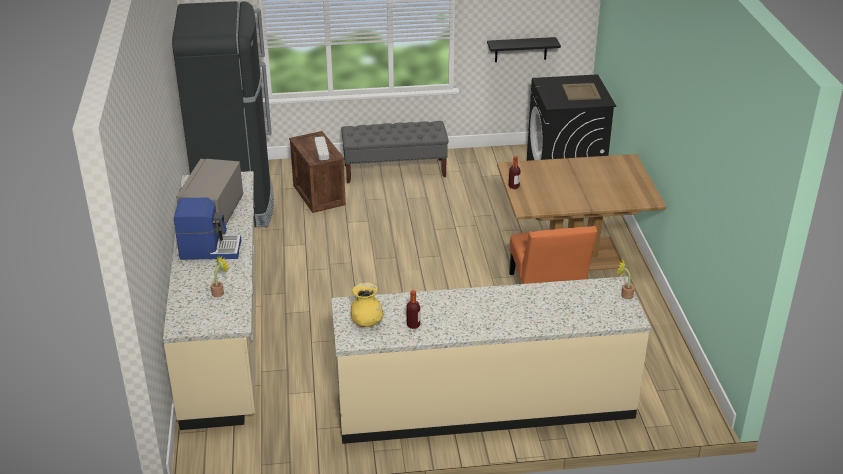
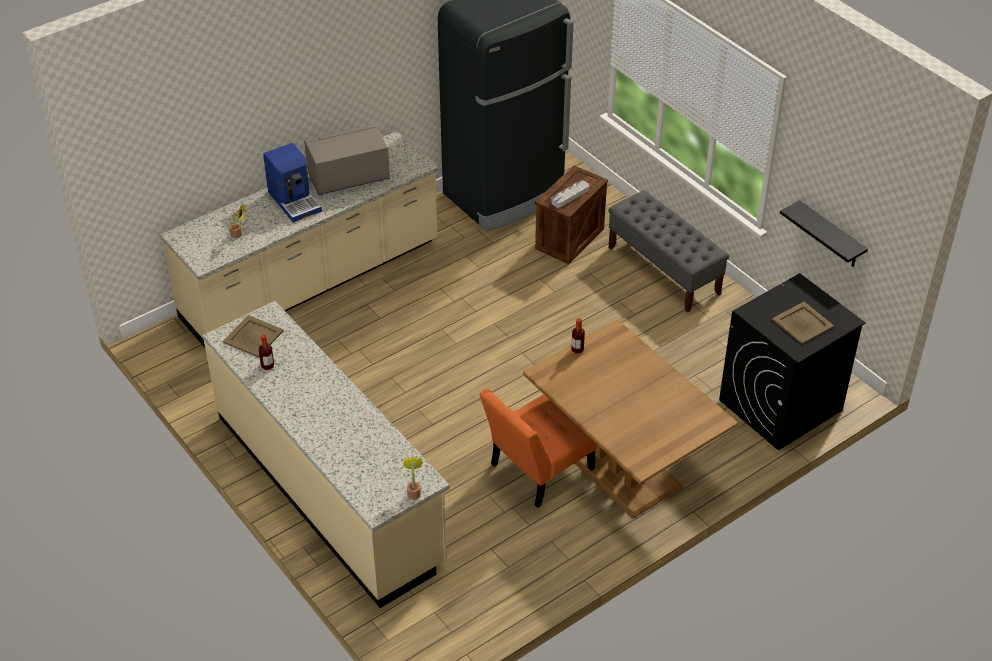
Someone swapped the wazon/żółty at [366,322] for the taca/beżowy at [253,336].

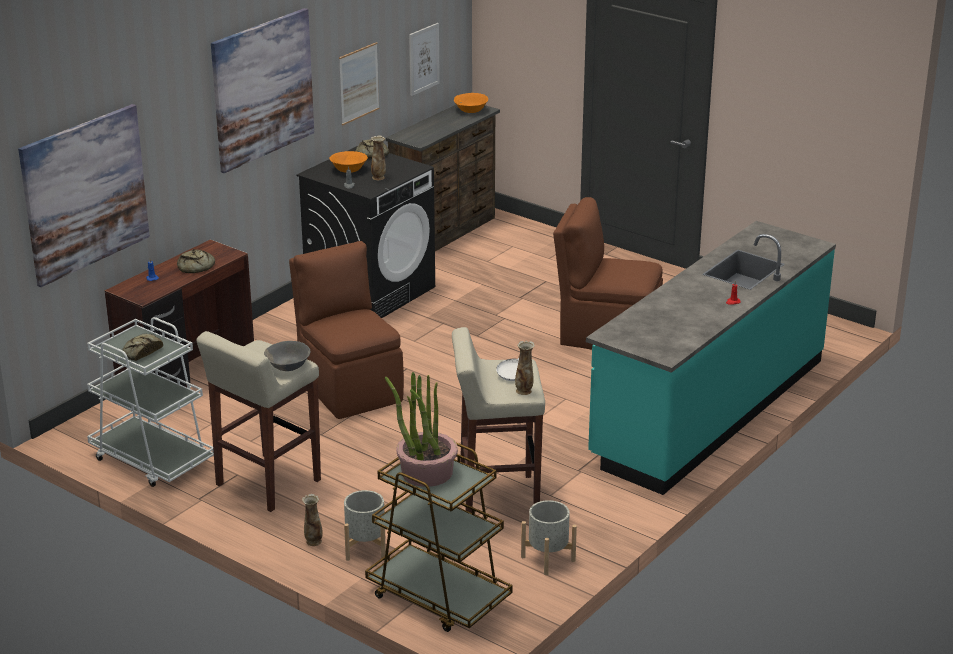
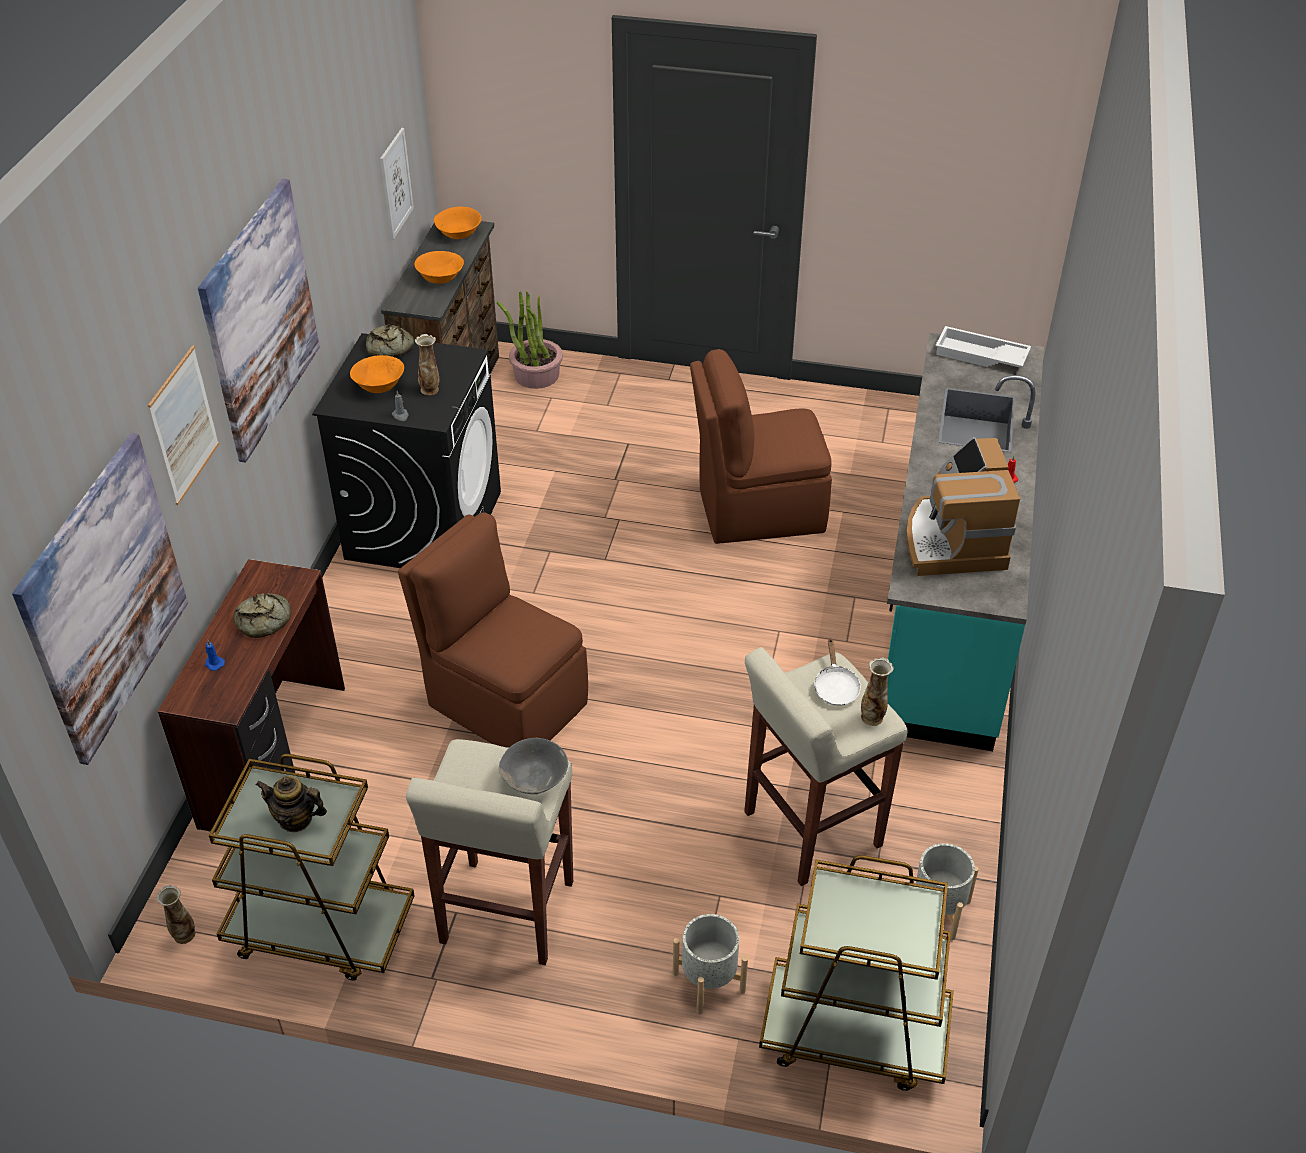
Someone carried the obraz from [359,83] to [184,425]. Someone carried the wazon from [313,542] to [184,935]. Someone repainted the wózek/biały at [152,459], which became the wózek/brązowy at [319,928]. Someone swapped the chleb at [141,352] for the imbryk at [296,819]. Someone put down the miska/pomarańczowy at [440,278]. Someone carried the roślina doniczkowa from [426,472] to [536,375]. Someone put down the ekspres do kawy at [953,541]. Someone put down the taca/biały at [980,356].

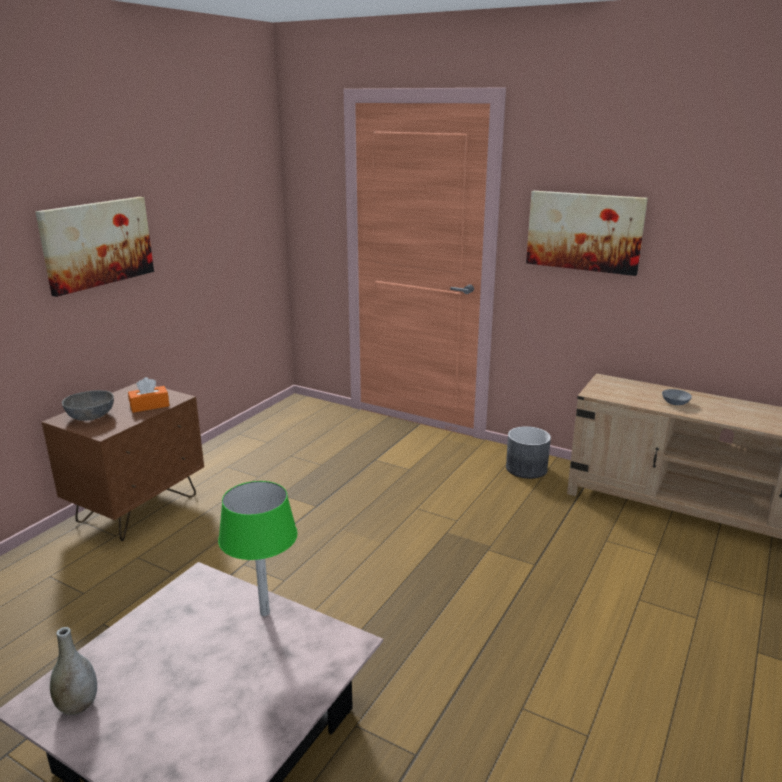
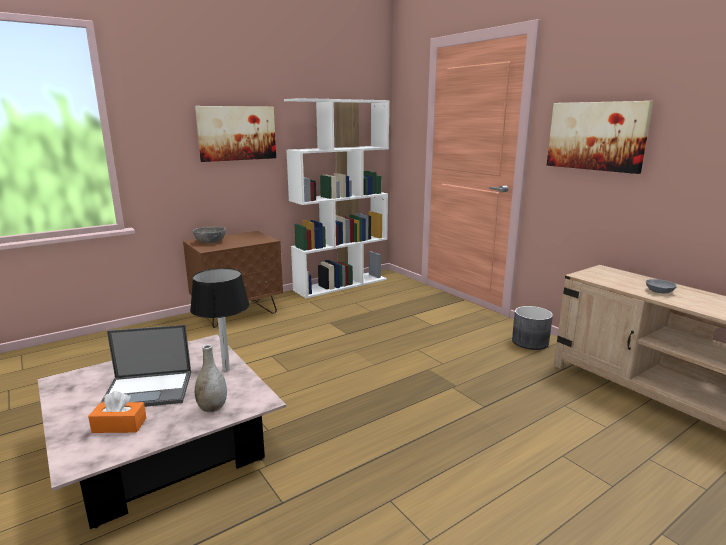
Someone carried the pudełko chusteczek/pomarańczowy from [149,406] to [119,425]. Someone put down the laptop at [149,390]. Someone repainted the lampa stołowa/zielony at [265,612], which became the lampa stołowa/czarny at [226,369]. Someone carried the wazon/szary from [78,705] to [212,408]. Someone put down the regał/biały at [341,284].

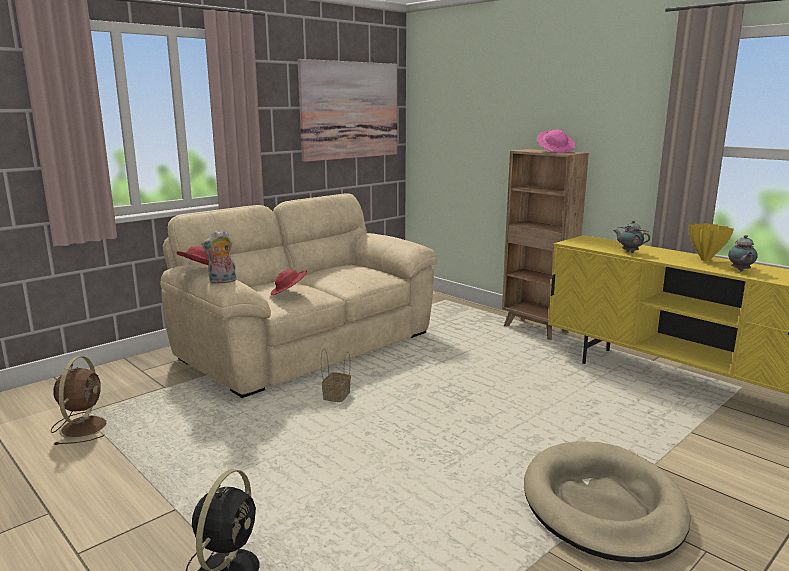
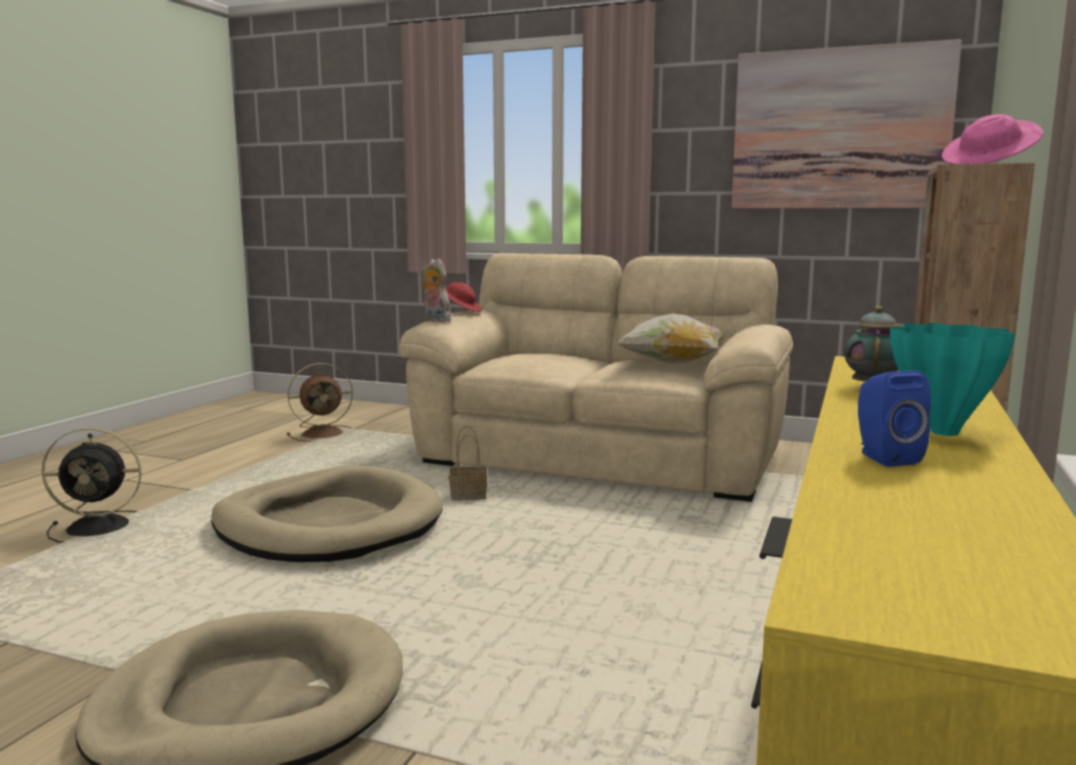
Someone put down the legowisko/beżowy at [328,524]. Someone put down the poduszka at [672,363]. Someone swapped the imbryk at [740,271] for the głośnik/niebieski at [884,457]. Someone repainted the wazon/żółty at [704,260], which became the wazon/turkusowy at [943,432]. Someone took away the kapelusz/czerwony at [289,293].

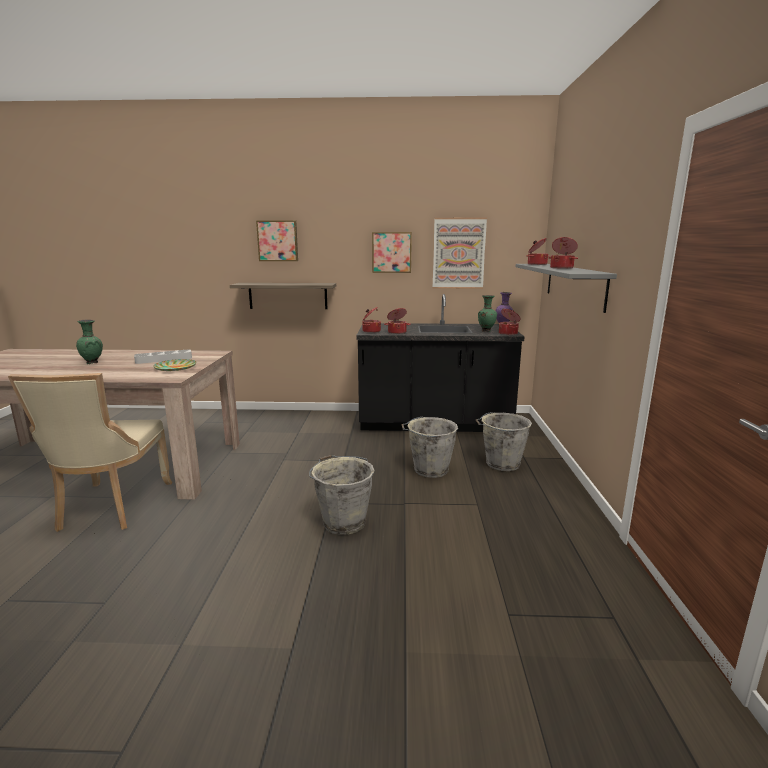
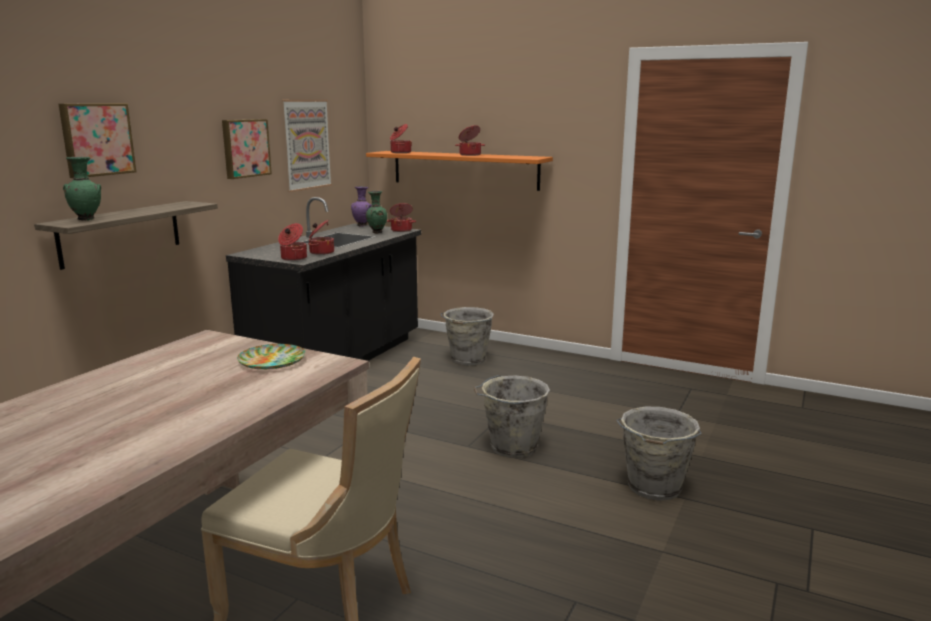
Someone carried the wazon/zielony from [93,363] to [87,219]. Someone repainted the półka/szary at [574,284], which became the półka/pomarańczowy at [464,170]. Someone carried the wiadro/szary from [429,469] to [654,488]. Someone took away the taca/szary at [164,359].

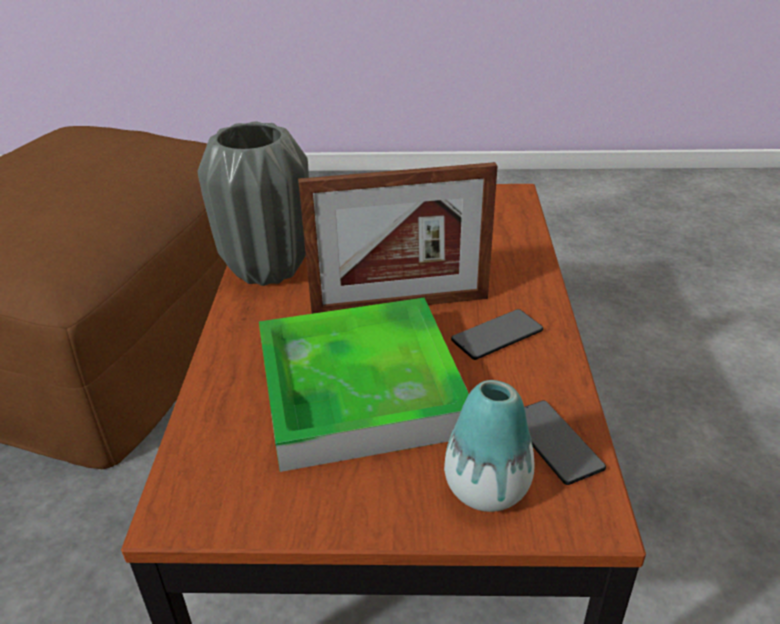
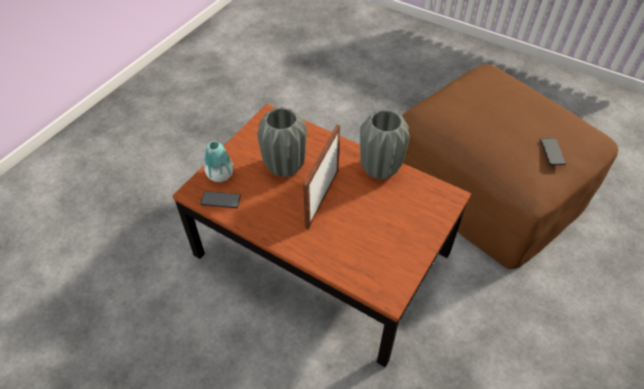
Someone swapped the taca at [360,389] for the wazon/szary at [284,166]. Someone carried the telefon from [497,336] to [552,152].

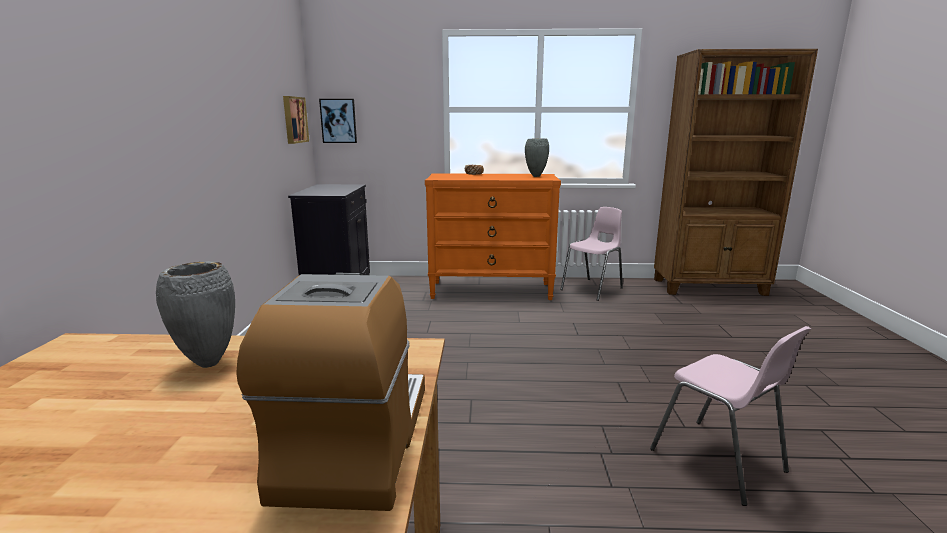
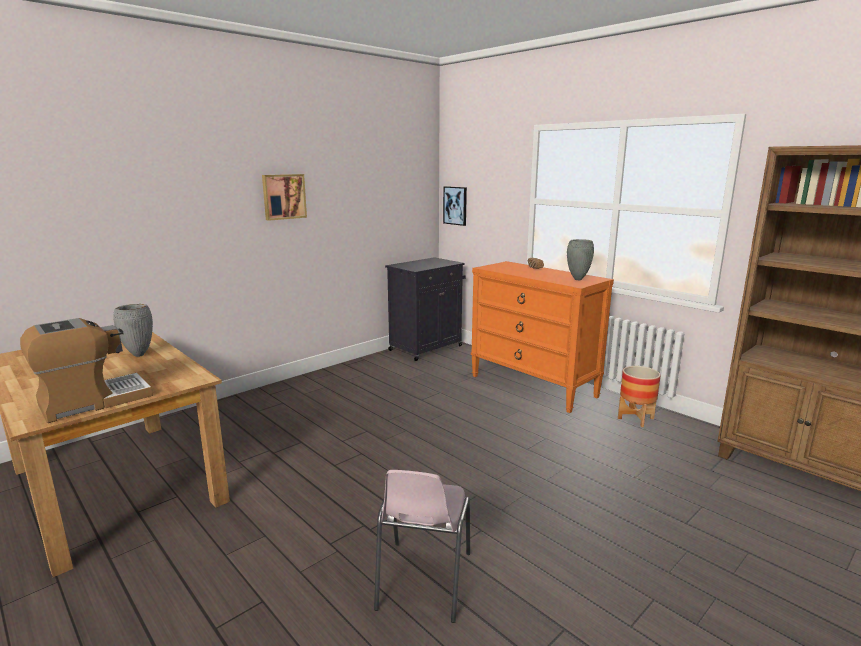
Someone carried the obraz from [294,120] to [283,196]. Someone swapped the krzesło/różowy at [593,289] for the donica at [635,418].

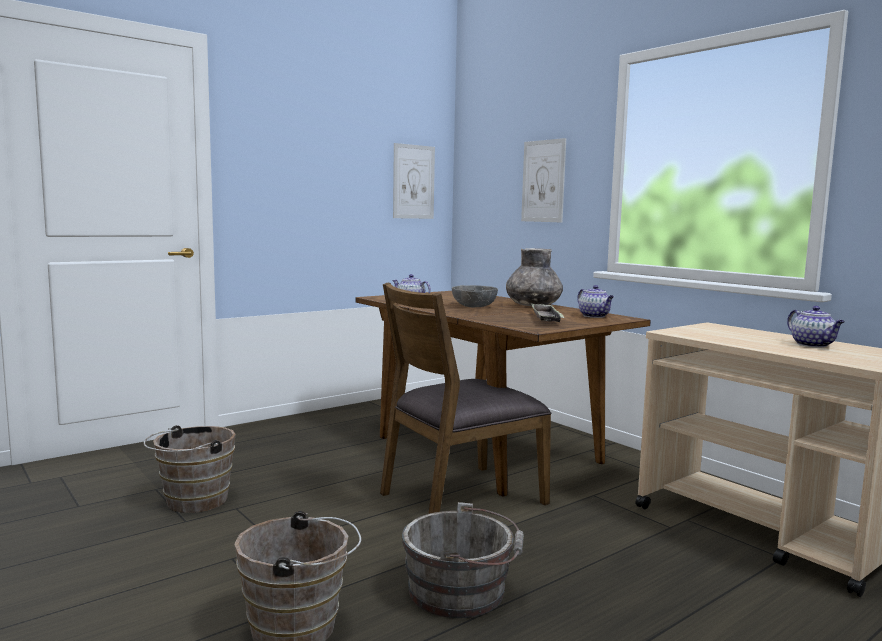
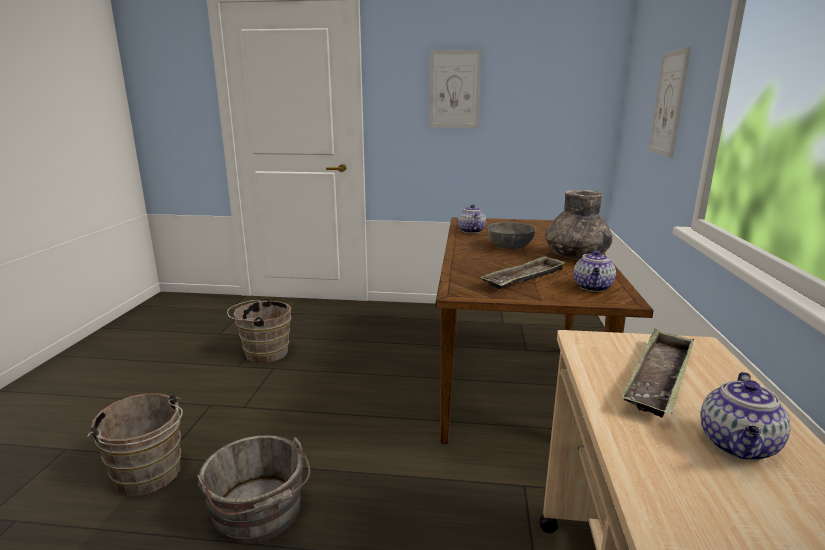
Someone carried the obraz from [413,182] to [454,89]. Someone put down the taca at [659,378]. Someone took away the krzesło/brązowy at [460,497].

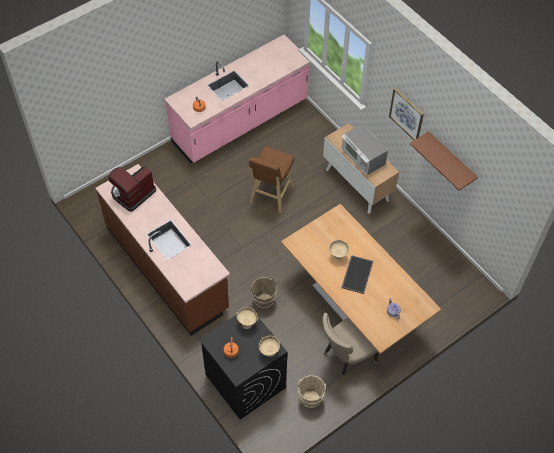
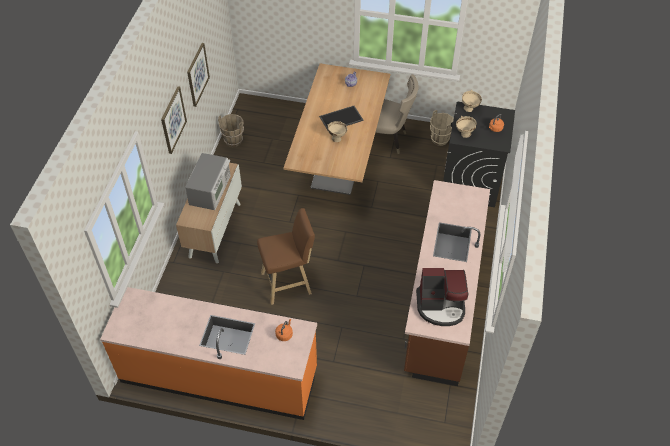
Someone repainted the zabudowa kuchenna/różowy at [240,122], which became the zabudowa kuchenna/pomarańczowy at [219,375]. Someone swapped the półka/brązowy at [451,159] for the obraz at [197,74]. Someone carried the wiadro/brązowy from [264,301] to [233,140].

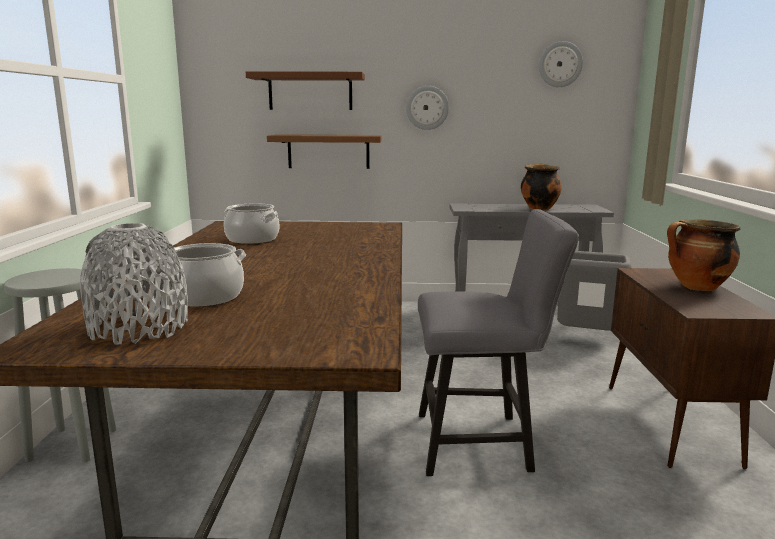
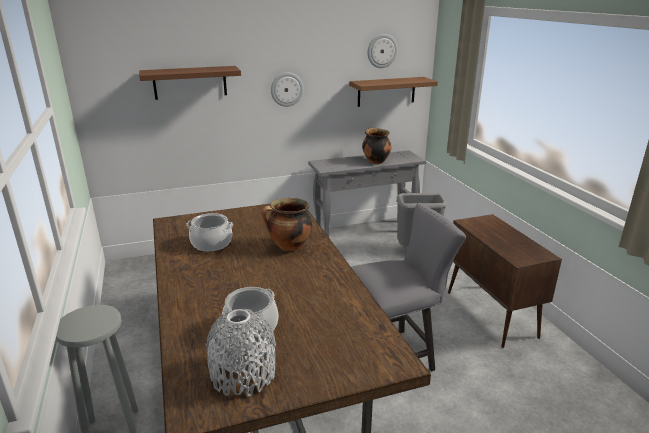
Someone carried the garnek from [697,287] to [289,247]. Someone carried the półka/brązowy from [328,151] to [386,91].

